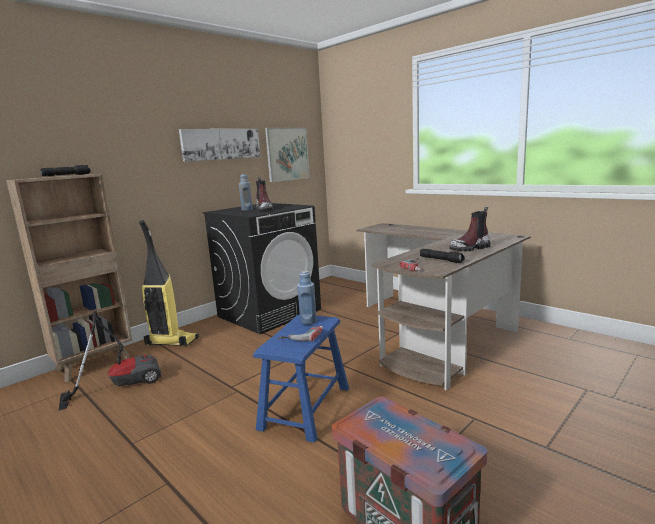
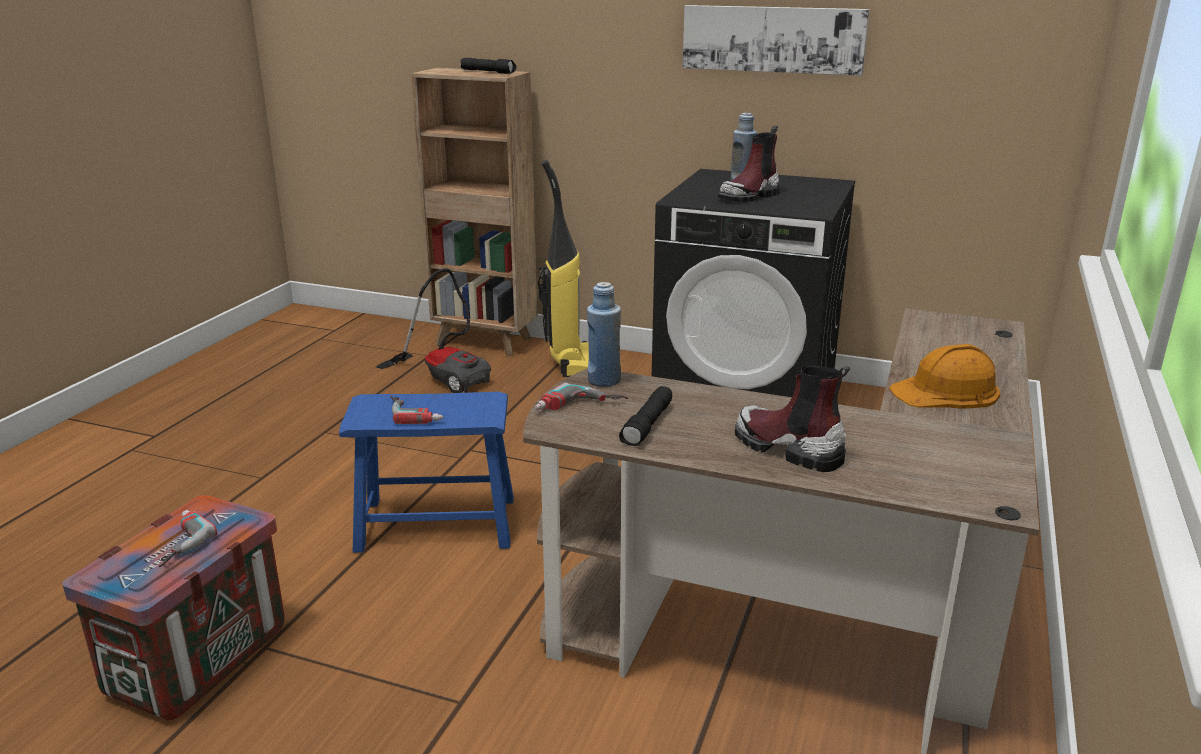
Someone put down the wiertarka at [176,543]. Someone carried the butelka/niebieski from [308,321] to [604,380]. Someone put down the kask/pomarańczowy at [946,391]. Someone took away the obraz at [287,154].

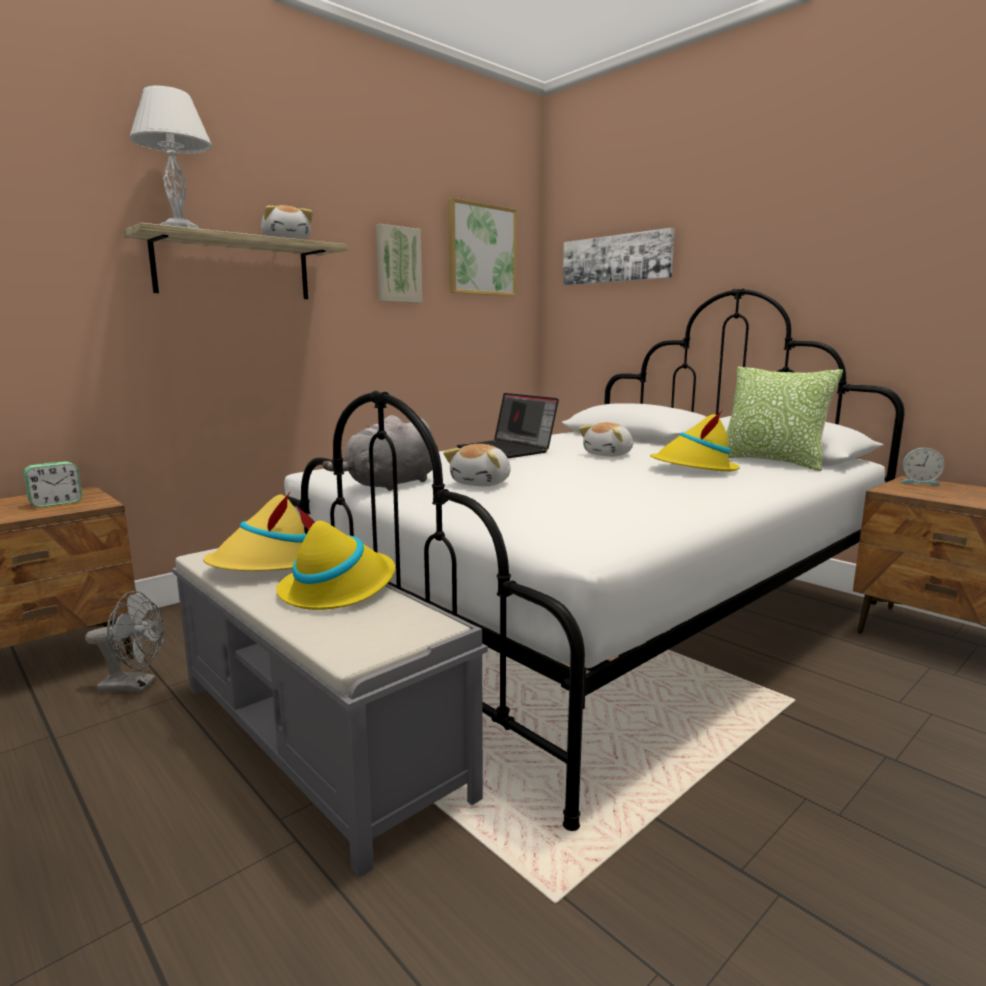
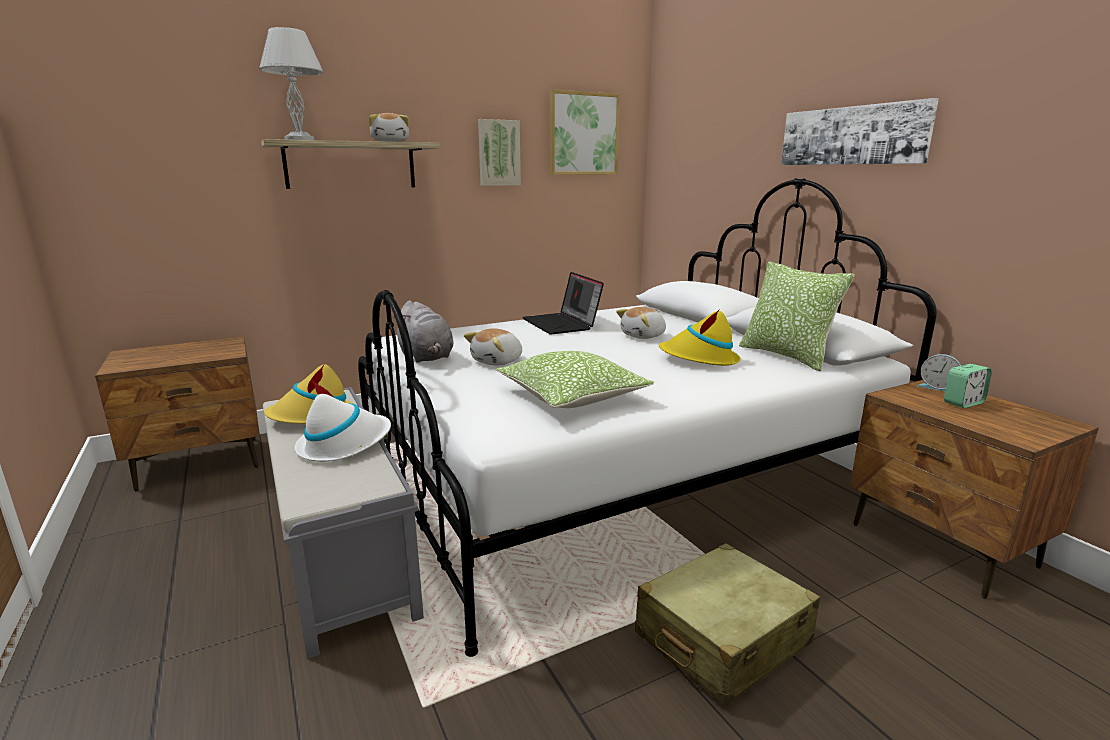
Someone repainted the kapelusz/żółty at [339,589], which became the kapelusz/biały at [344,444]. Someone rotated the pluszak/szary at [390,484] by 90 degrees counterclockwise. Someone put down the poduszka at [572,396]. Someone put down the walizka/beżowy at [722,639]. Someone carried the obraz from [616,259] to [852,136]. Someone carried the budzik from [56,503] to [963,403]. Someone took away the wentylator/szary at [135,685].

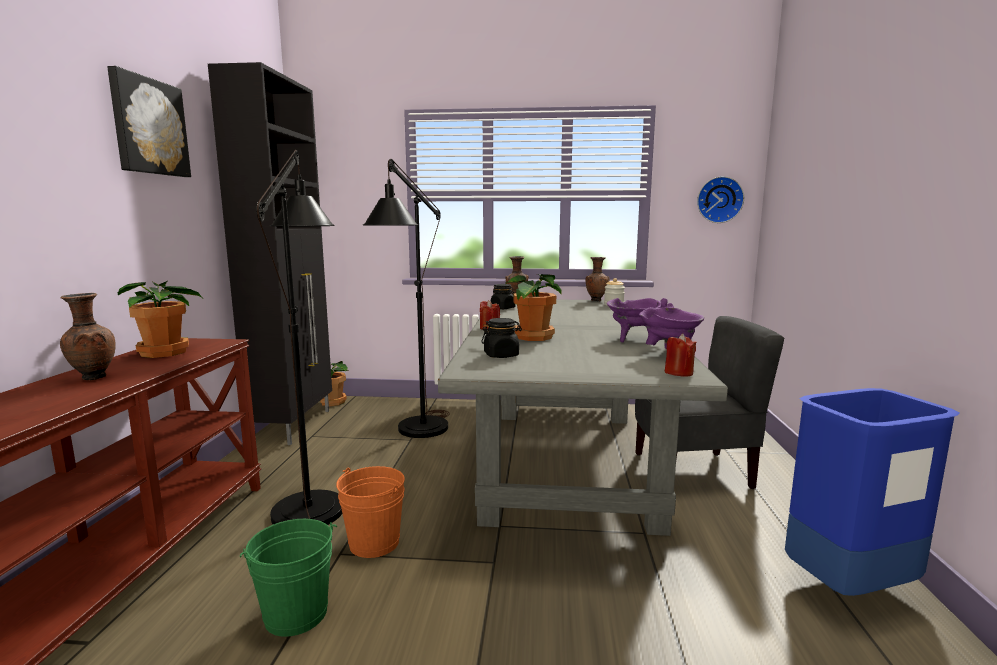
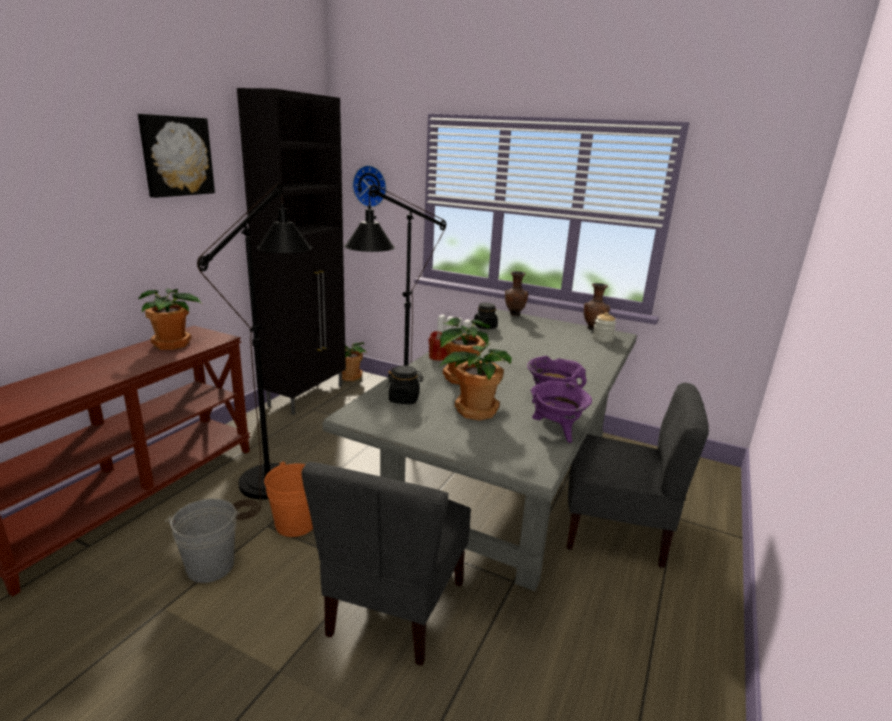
Someone repainted the wiadro/zielony at [296,614], which became the wiadro/szary at [210,566]. Someone put down the krzesło/szary at [394,608]. Someone carried the zegar ścienny from [719,200] to [371,186]. Someone put down the roślina doniczkowa at [475,410]. Someone took away the wazon/brązowy at [92,378]. Someone took away the świeca/czerwony at [678,373]. Someone took away the kosz na śmieci/niebieski at [849,587].

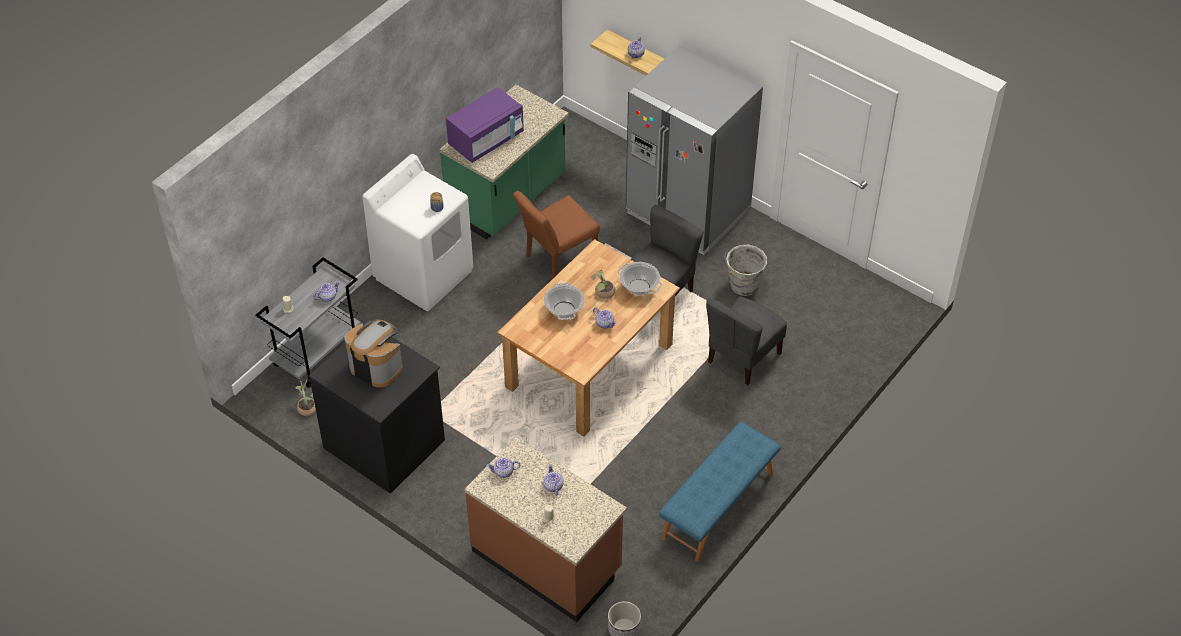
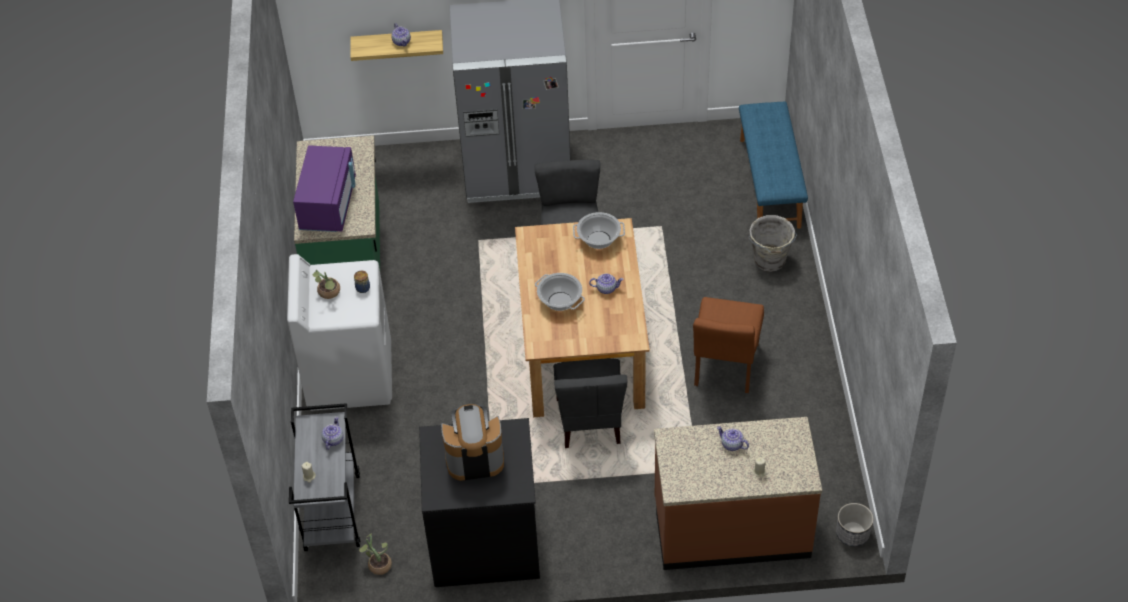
Someone carried the roślina doniczkowa from [603,294] to [329,294]. Someone carried the krzesło/szary from [743,357] to [590,421]. Someone carried the krzesło/brązowy from [556,260] to [724,369]. Someone carried the ławka/niebieski from [718,506] to [770,183]. Someone carried the wiadro/szary from [743,286] to [769,261]. Someone took away the imbryk at [503,472].

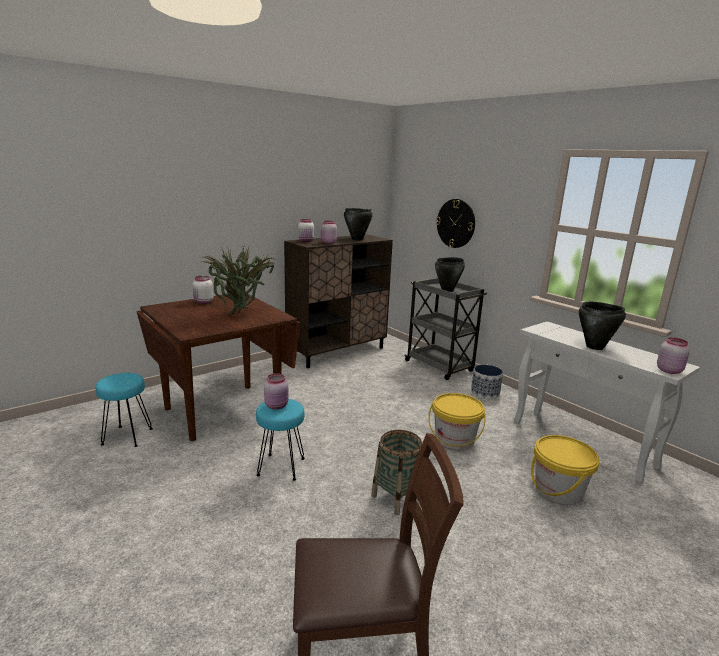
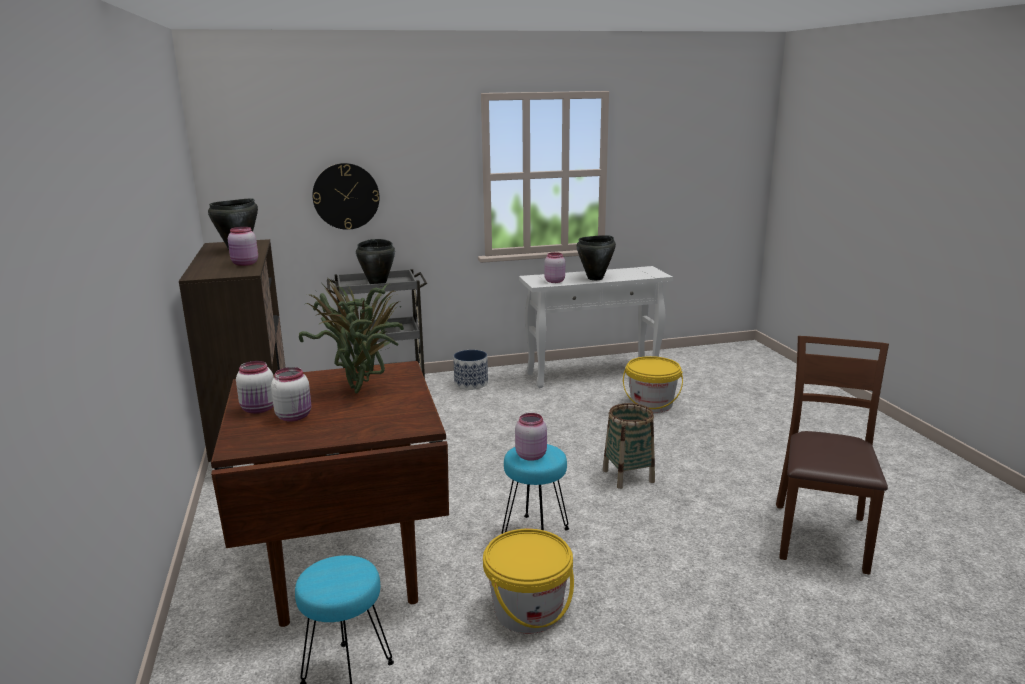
Someone carried the słoik/biały from [306,241] to [295,416]. Someone carried the wiadro/żółty from [454,439] to [528,611]. Someone carried the słoik/różowy from [669,370] to [554,281].

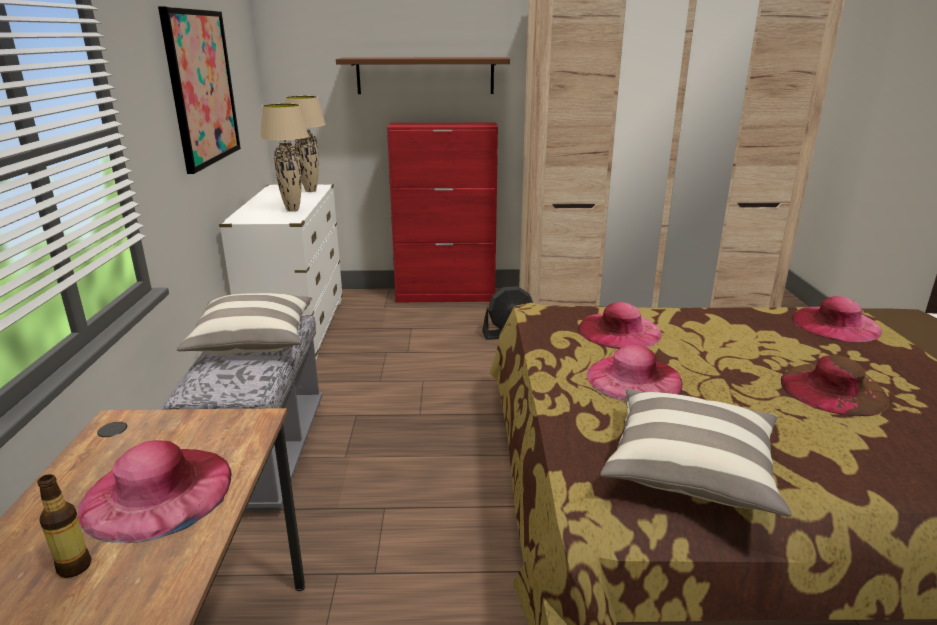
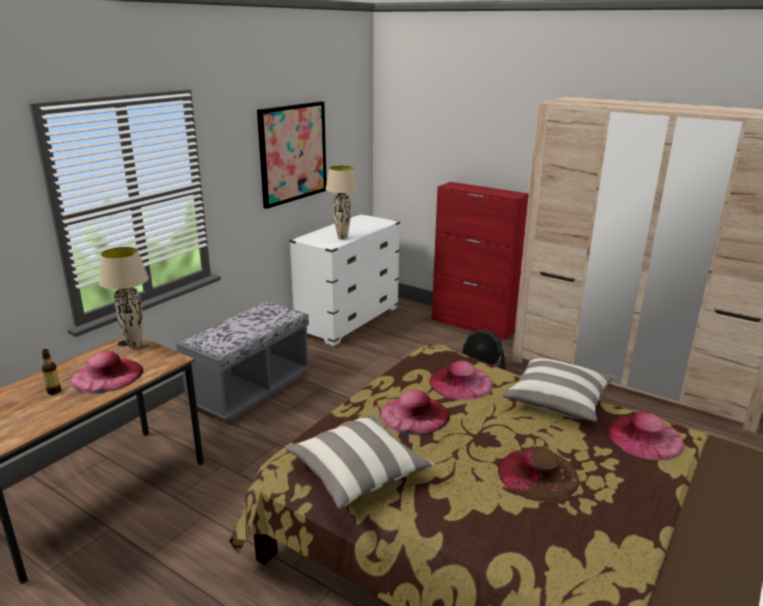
Someone carried the lampa stołowa/beżowy from [310,191] to [134,345]. Someone carried the poduszka from [253,340] to [557,401]. Someone took away the półka/brązowy at [425,75].

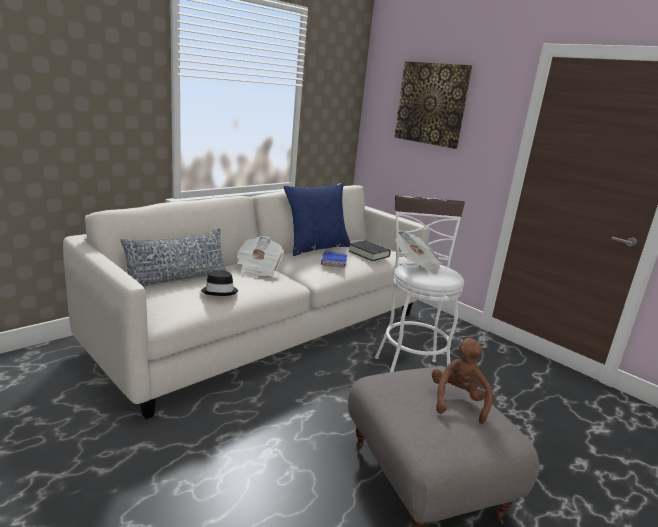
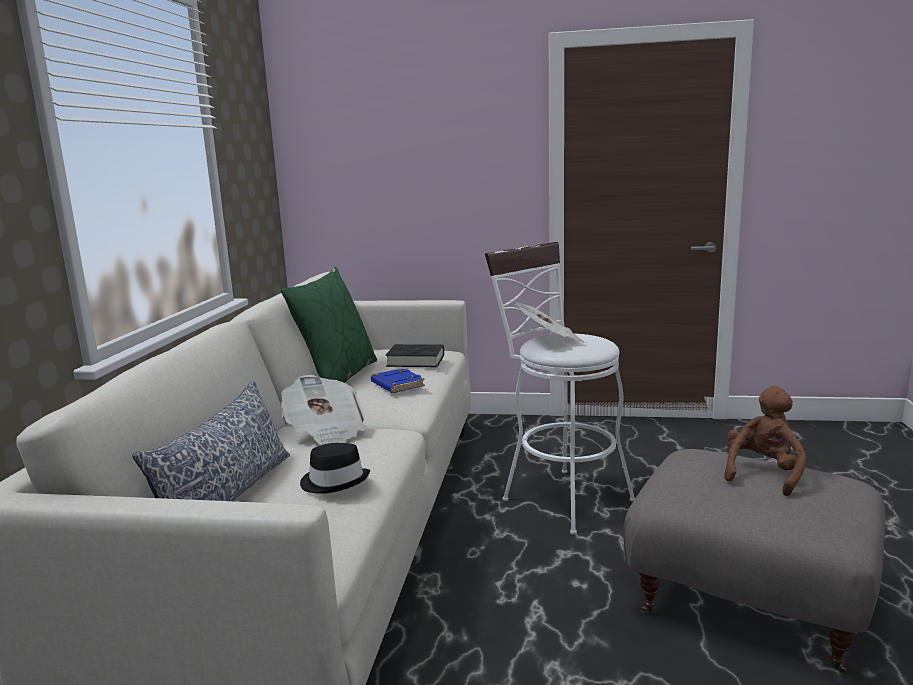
Someone repainted the poduszka/niebieski at [316,247], which became the poduszka/zielony at [337,377]. Someone rotated the pluszak/brązowy at [457,401] by 60 degrees clockwise. Someone took away the obraz at [431,104].

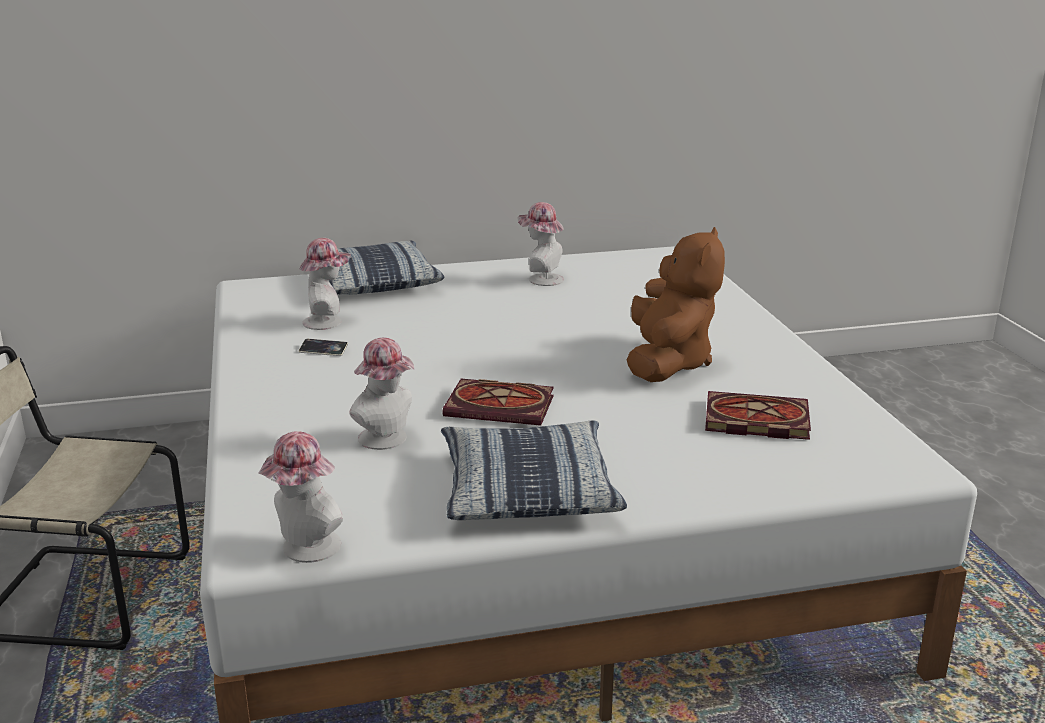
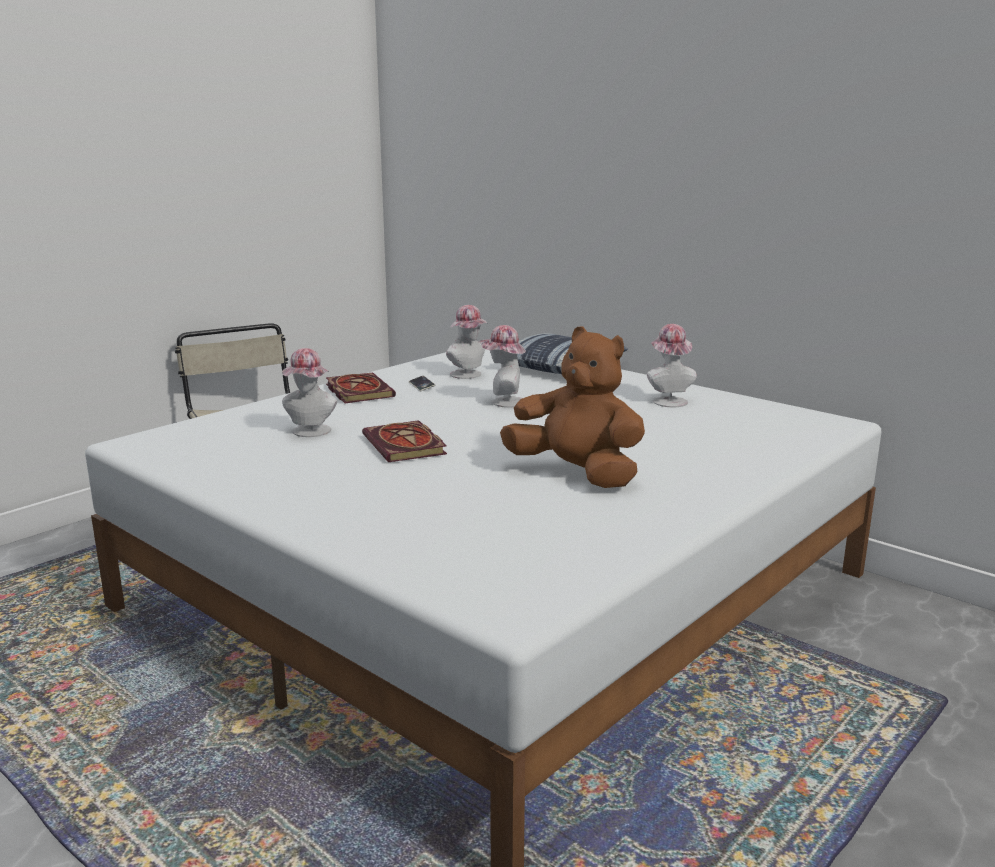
Someone carried the książka from [753,420] to [357,391]. Someone carried the kapelusz from [306,550] to [504,402]. Someone rotated the pluszak/brązowy at [667,363] by 120 degrees counterclockwise. Someone took away the poduszka at [528,488].

